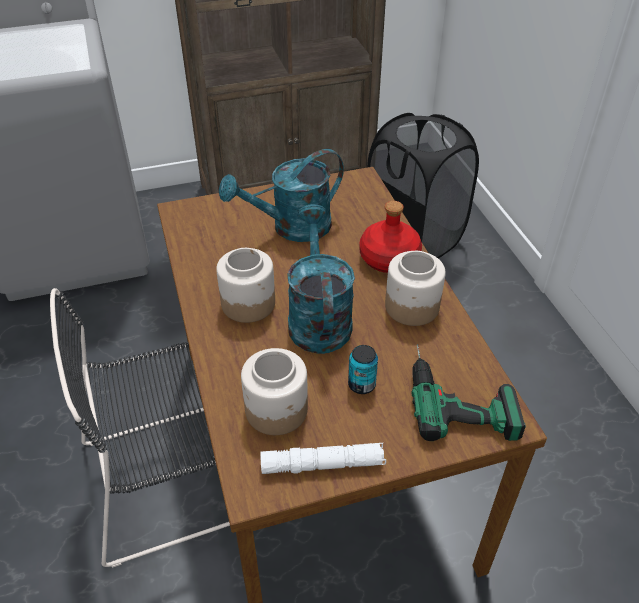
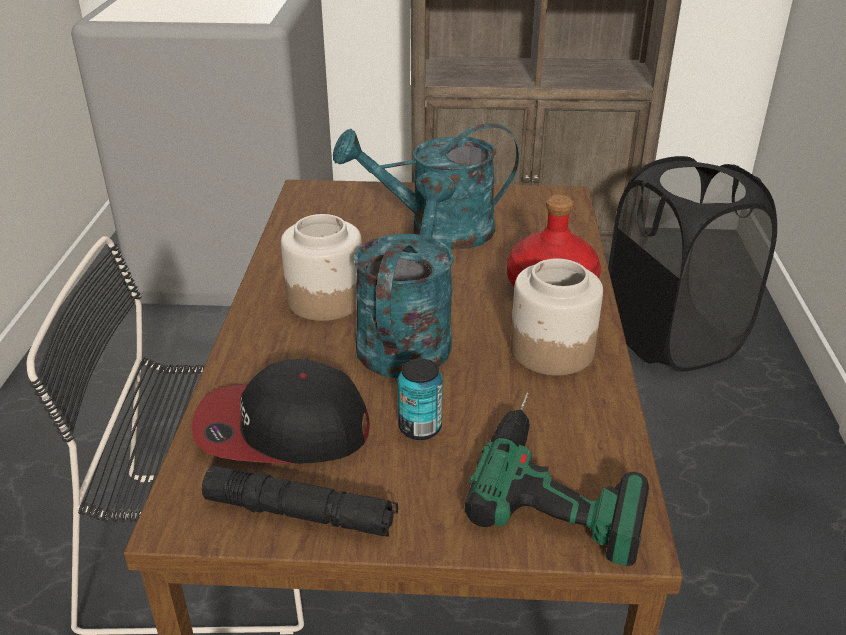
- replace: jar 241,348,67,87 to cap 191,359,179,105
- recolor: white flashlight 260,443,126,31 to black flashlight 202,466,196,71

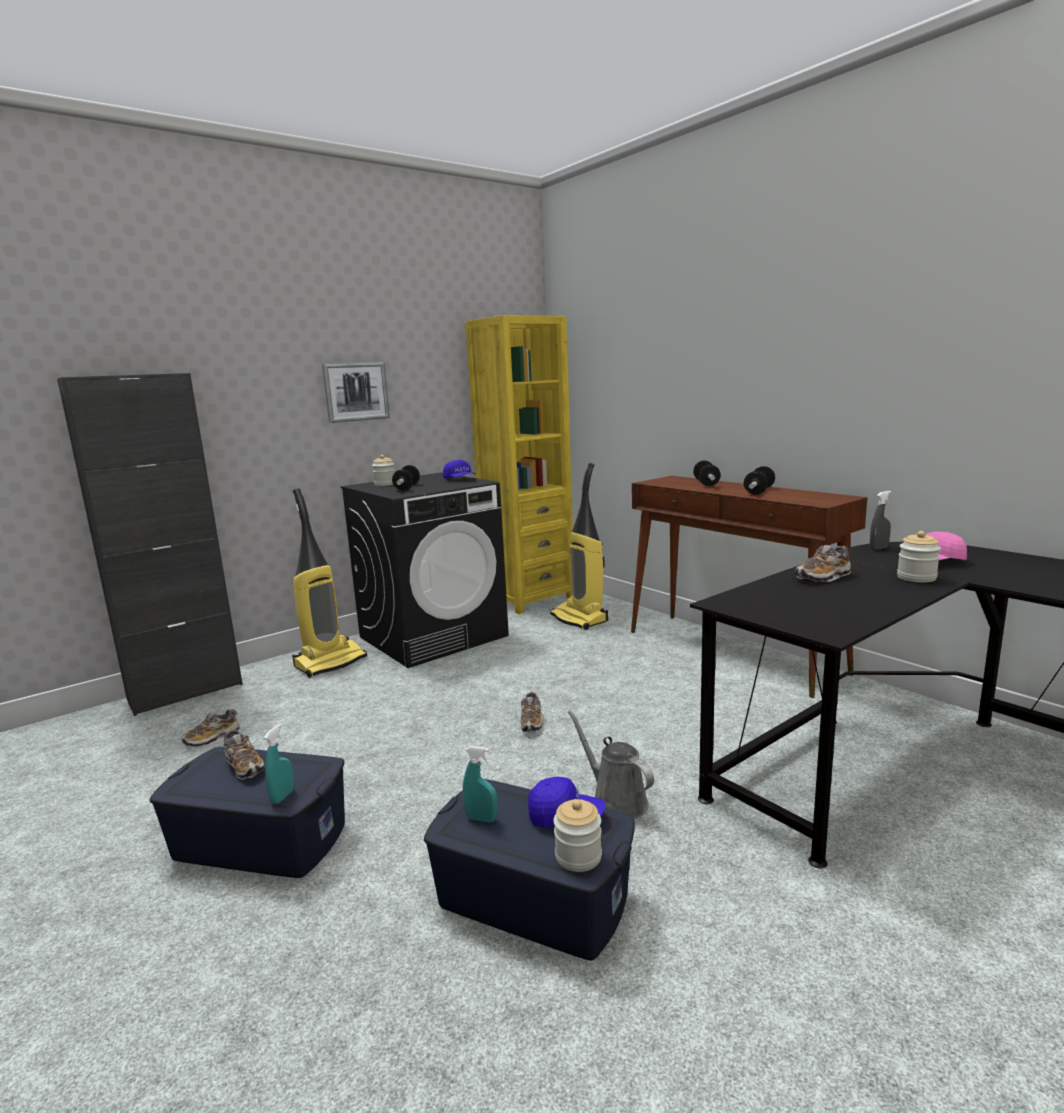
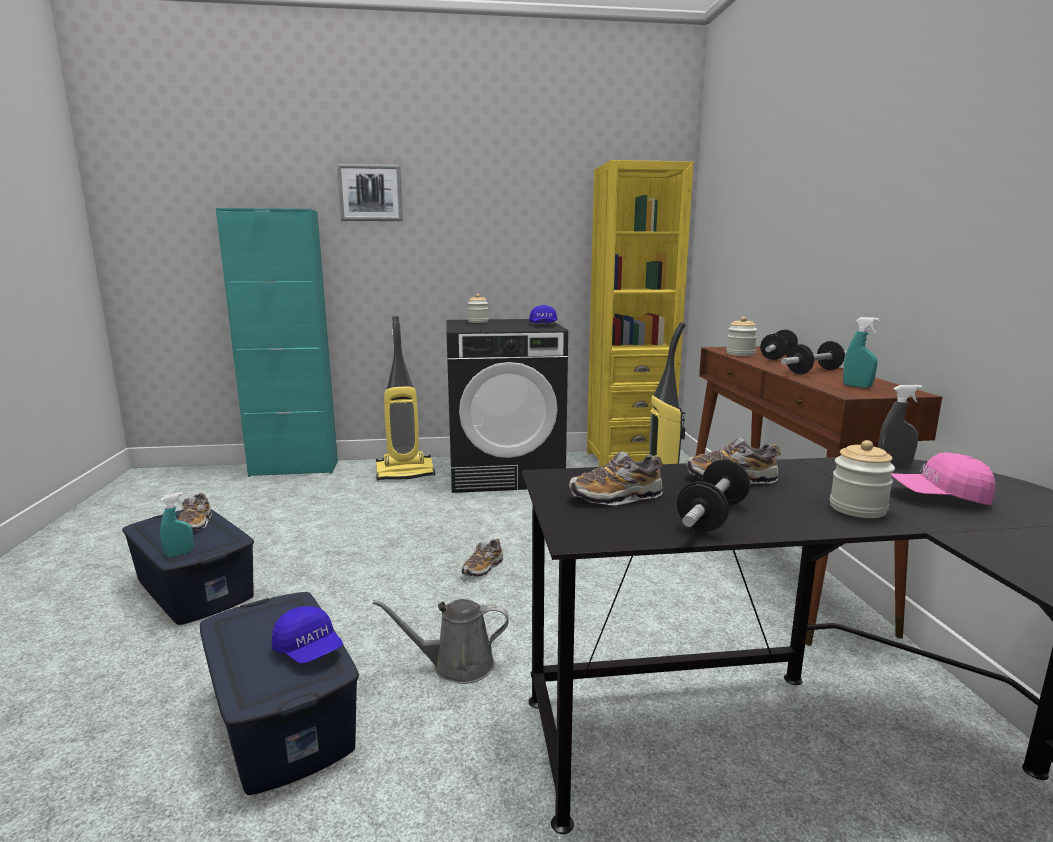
- move: picture 322,362,68,61 to 337,164,66,57
- recolor: black cabinet 57,373,186,343 to turquoise cabinet 216,208,122,269
- move: dumbbell 392,465,28,26 to 677,459,73,73
- move: shoe 181,709,59,38 to 569,452,94,53
- rotate: grey watering can 568,710,86,109 = 373,599,135,85 90 degrees counterclockwise
- move: turquoise spray bottle 463,746,34,76 to 843,317,37,71
- move: jar 553,799,49,73 to 726,317,31,39

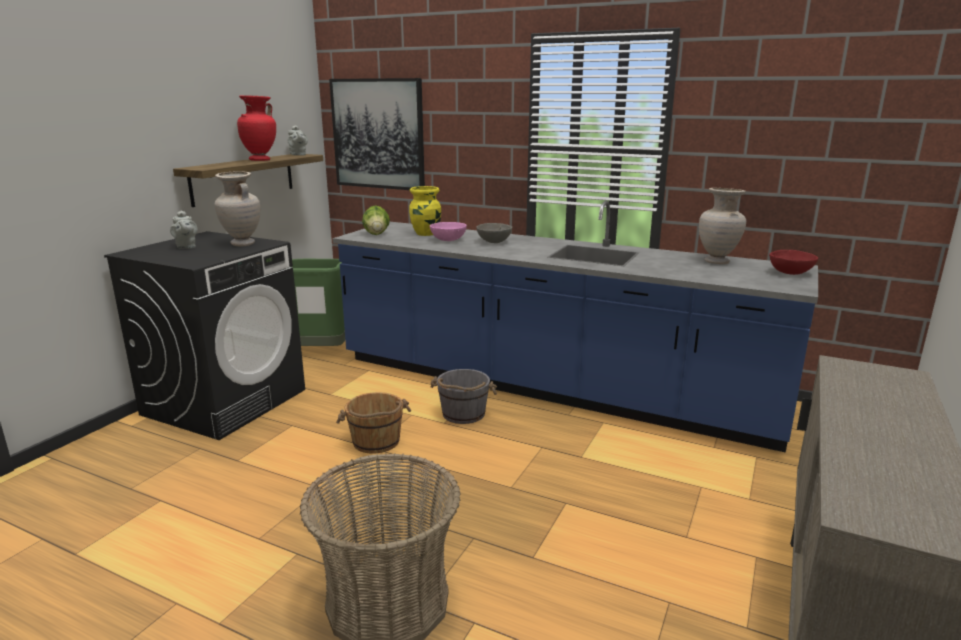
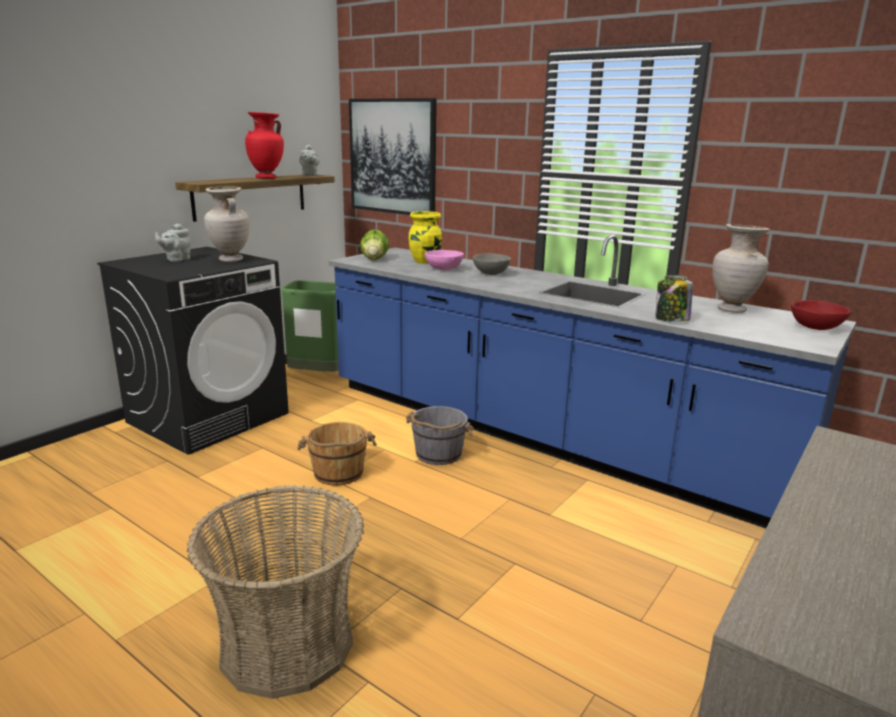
- rotate: grey teapot 170,210,27,38 = 155,224,36,38 45 degrees clockwise
- insert: jar 655,275,38,47

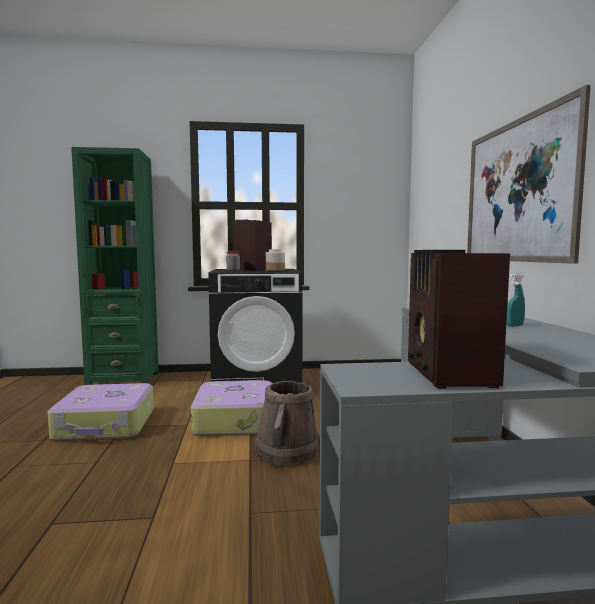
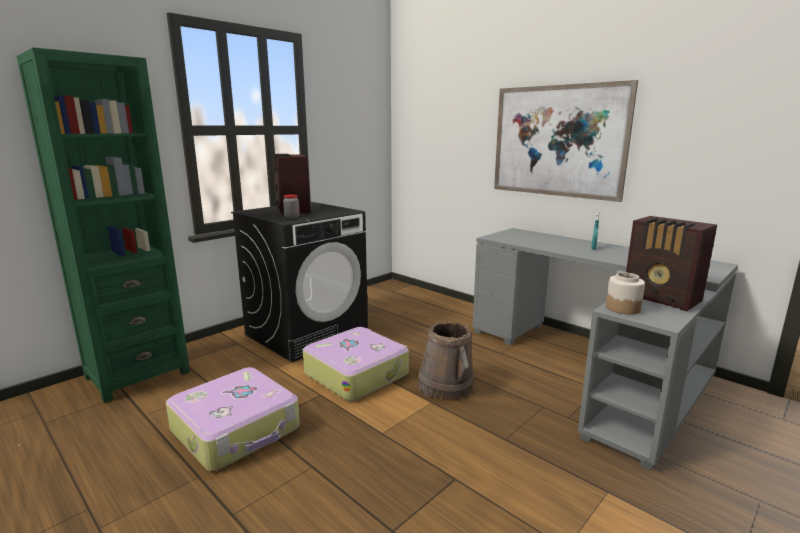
- move: jar 266,249,19,22 to 606,272,39,43

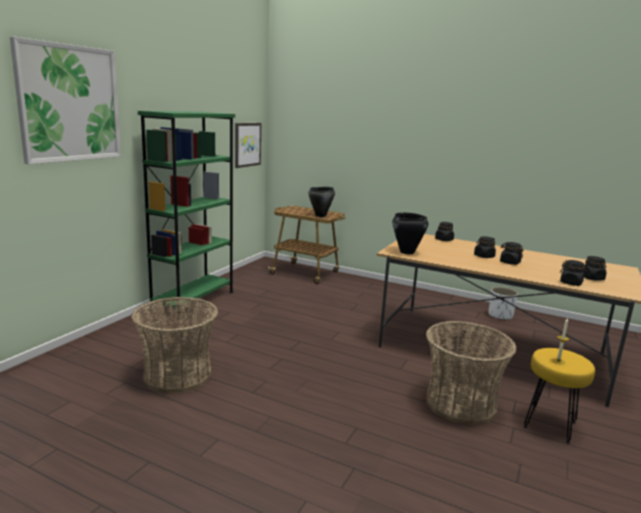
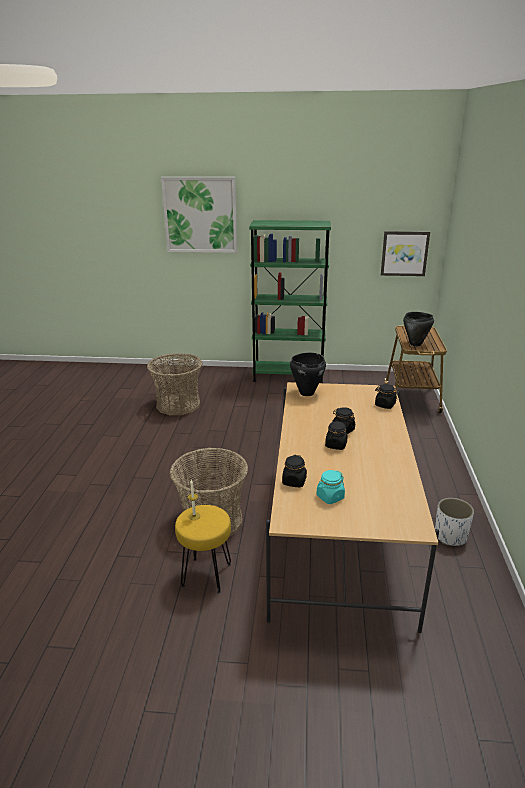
- recolor: black jar 584,256,23,25 to turquoise jar 316,470,29,34

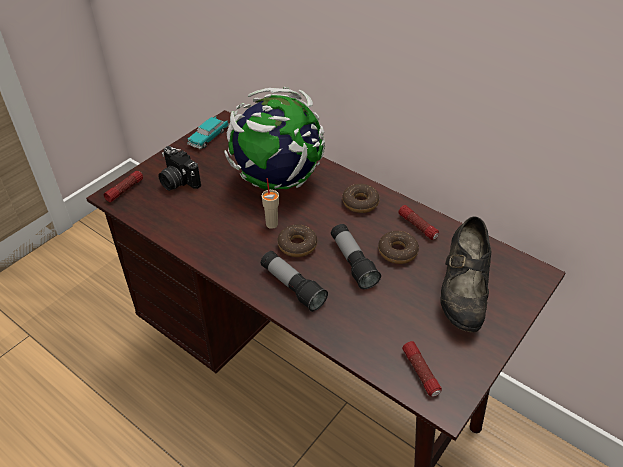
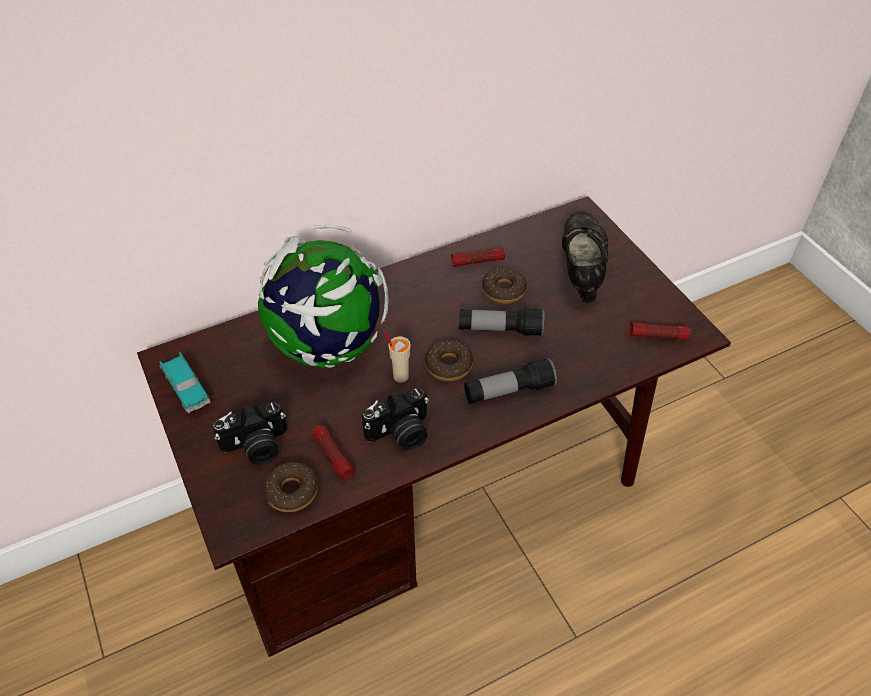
- move: flashlight 104,171,39,31 to 312,425,43,55
- move: donut 342,184,38,29 to 263,462,55,50
- rotate: black shoe 441,217,50,115 = 562,211,46,92 120 degrees counterclockwise
- insert: photo camera 362,388,67,62

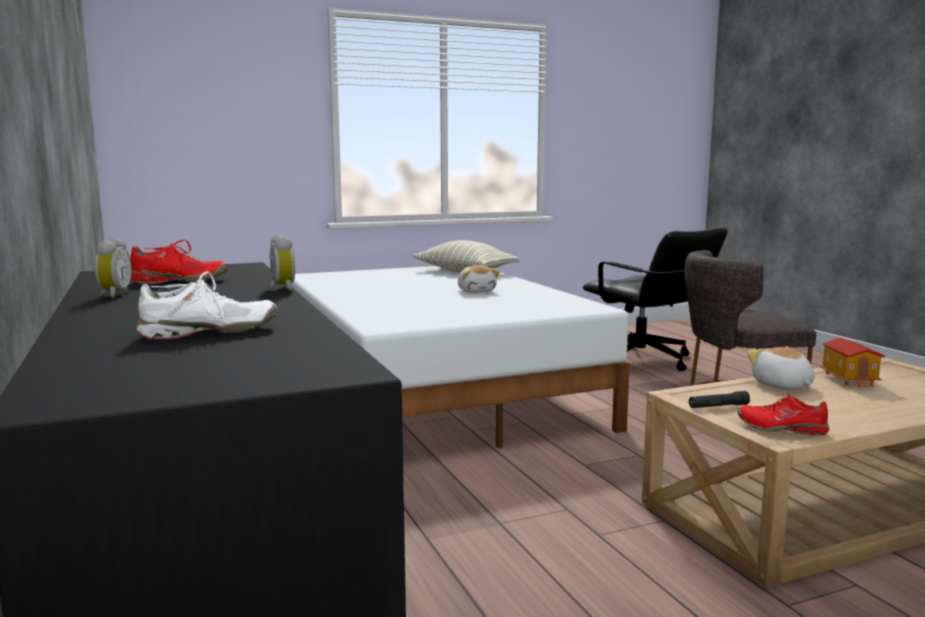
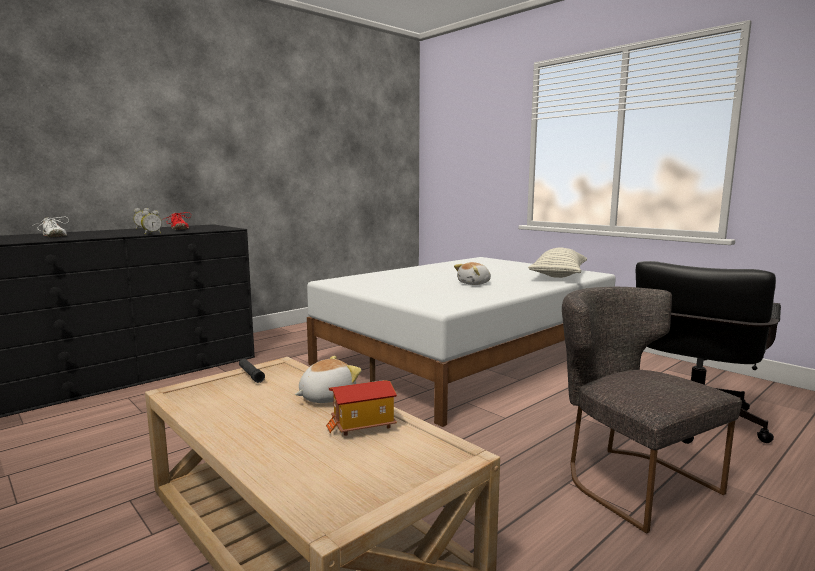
- delete: red shoe 738,395,91,41

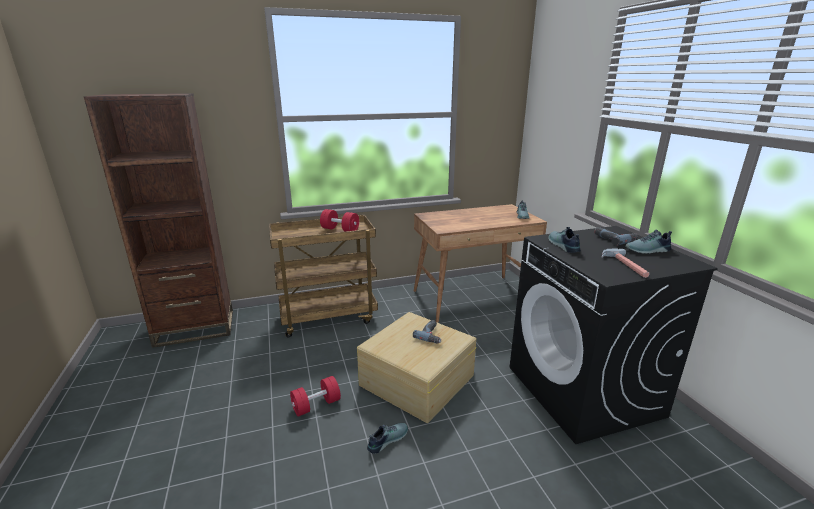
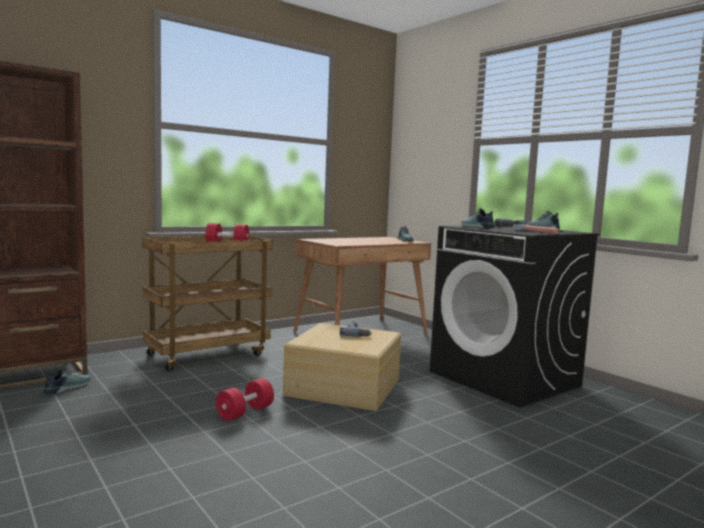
- move: shoe 367,423,41,31 to 43,368,48,26

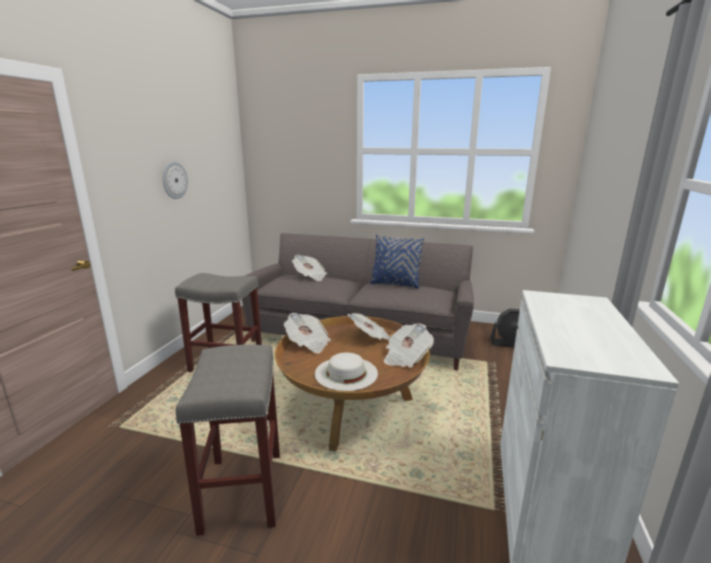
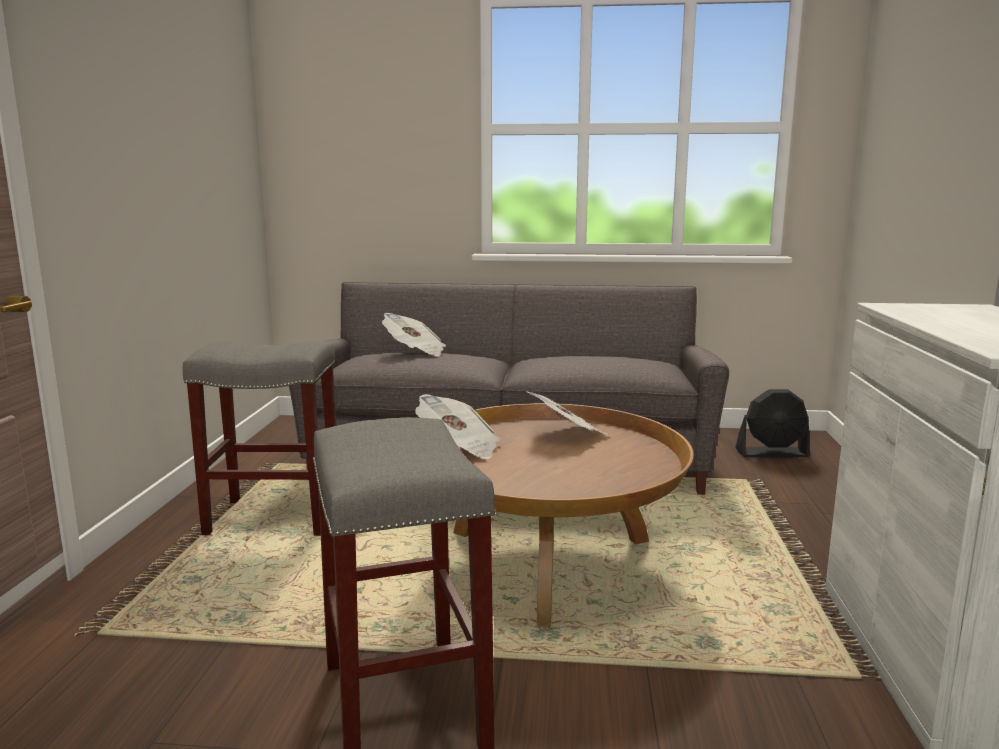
- delete: wall clock 162,161,26,38
- delete: blue pillow 370,234,55,54
- delete: newspaper 384,323,50,45
- delete: white hat 315,352,63,39

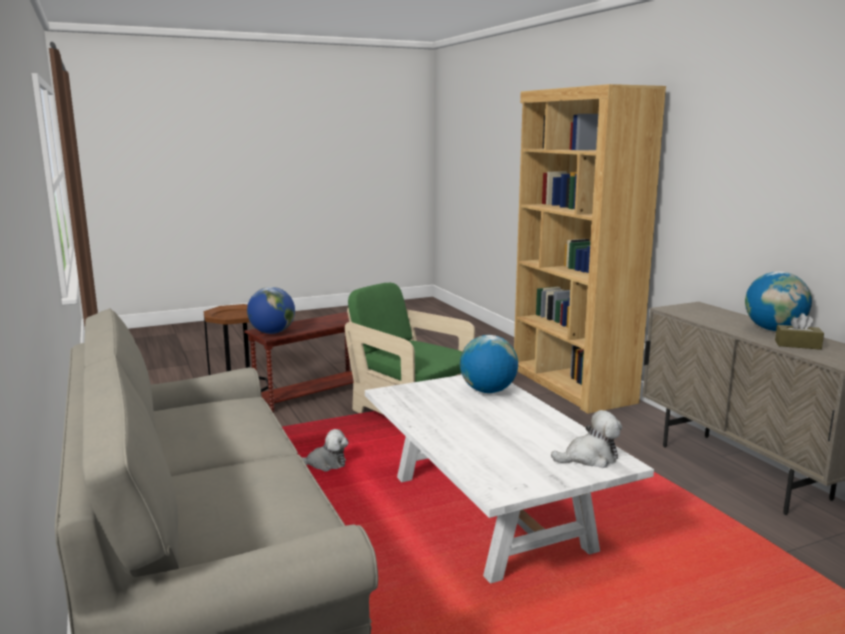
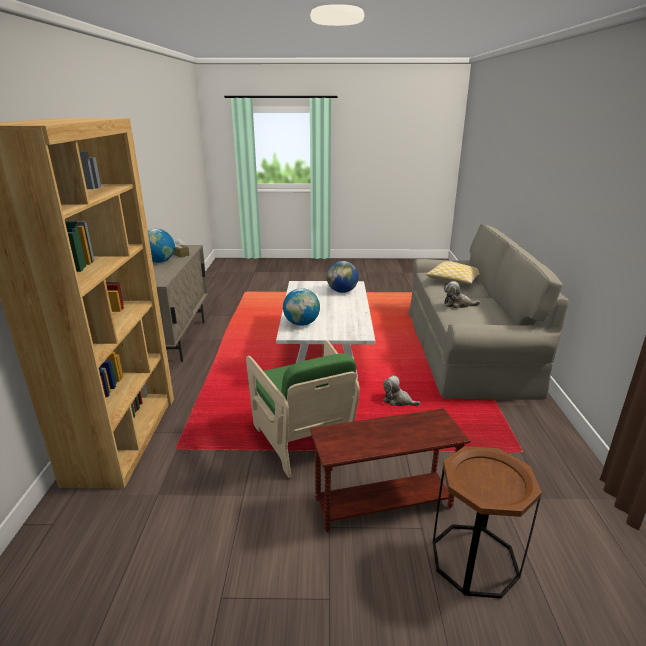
- move: globe 247,287,48,47 to 327,261,32,32
- move: plush toy 551,410,71,58 to 444,281,36,28
- insert: pillow 426,261,54,23

